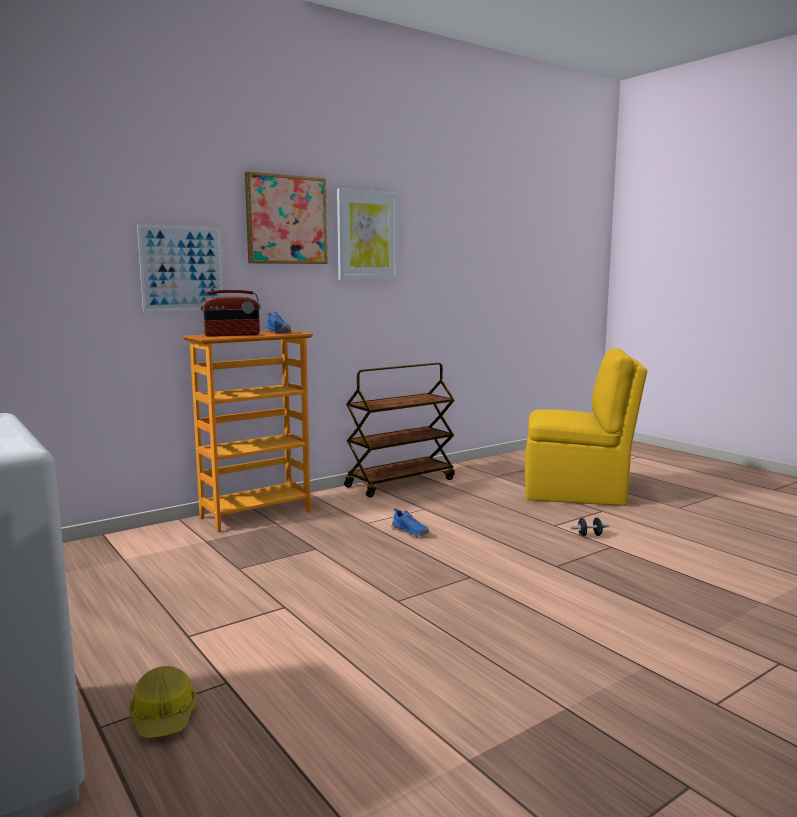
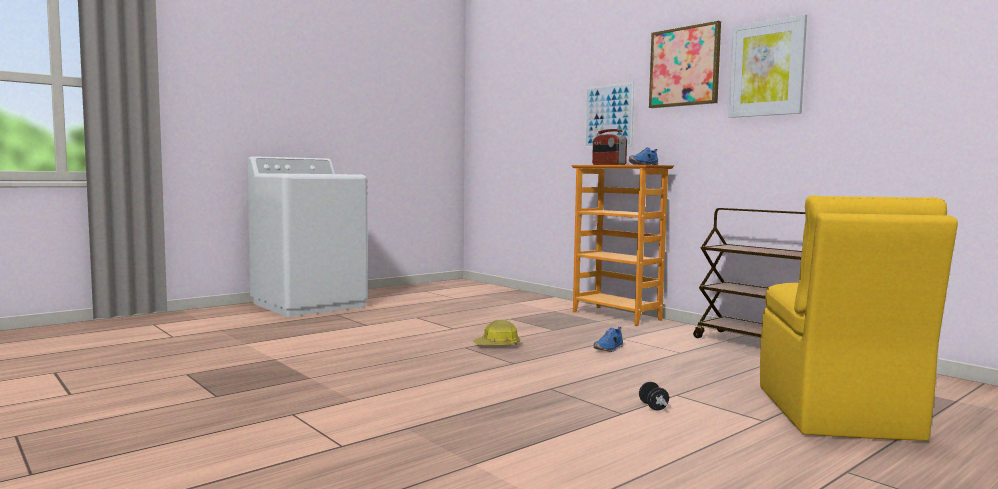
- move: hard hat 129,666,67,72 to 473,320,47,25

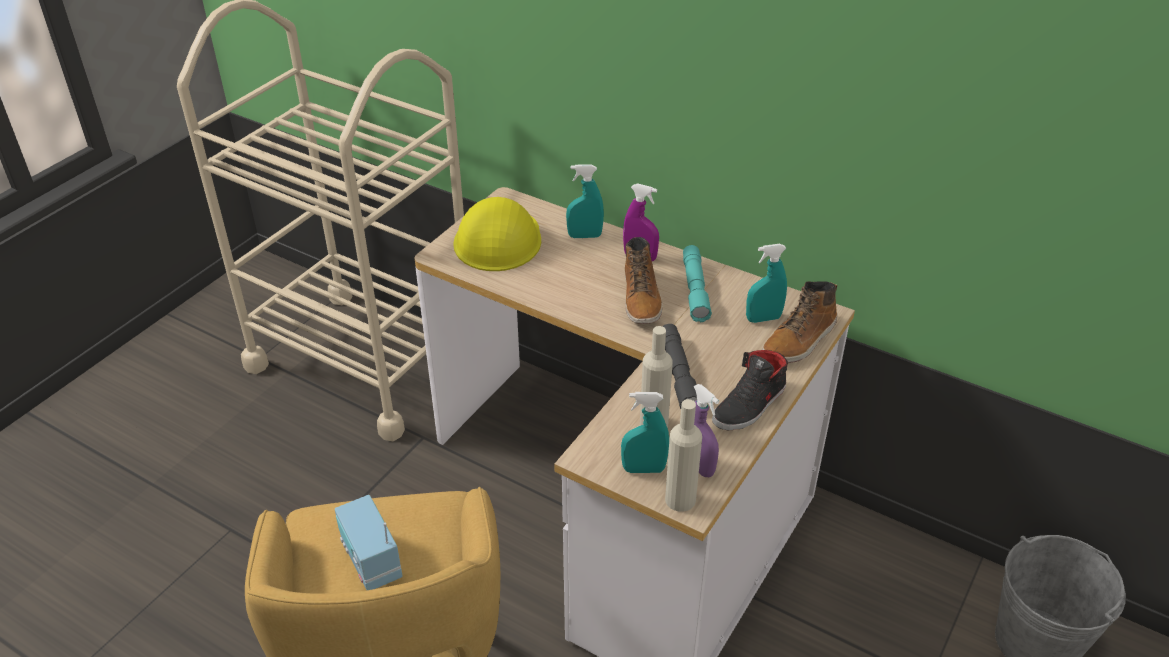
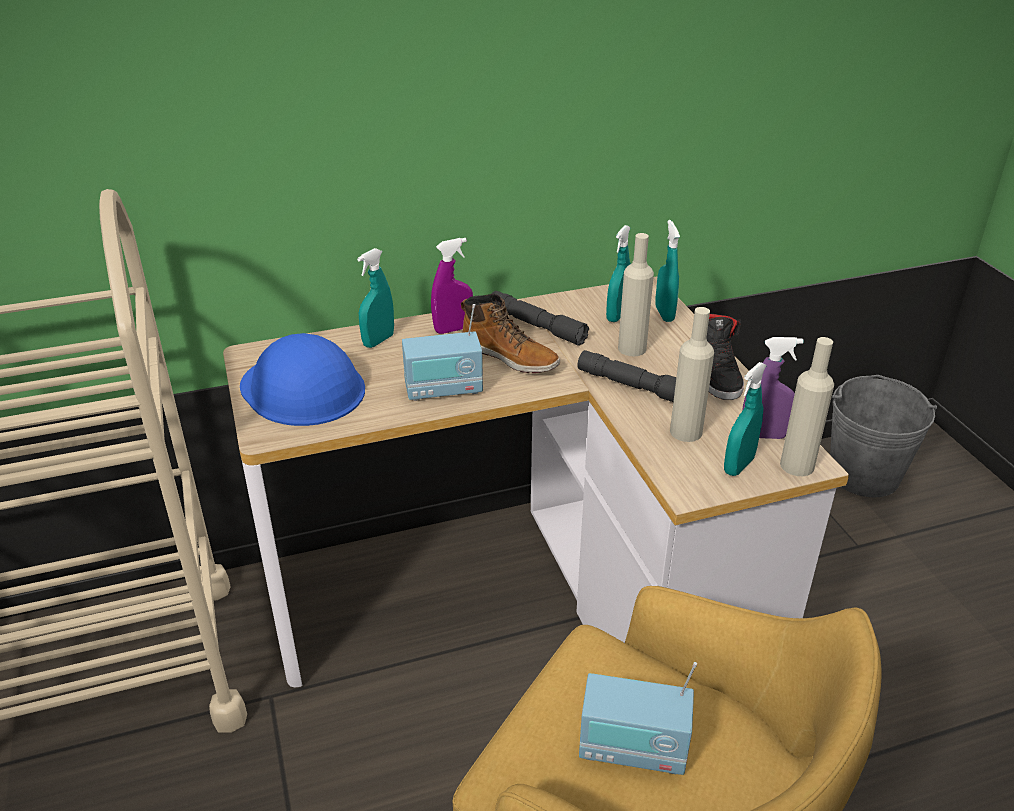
- recolor: yellow hard hat 453,197,88,74 to blue hard hat 240,333,125,93
- recolor: turquoise flashlight 683,245,29,77 to grey flashlight 491,291,98,55
- replace: boot 762,281,75,82 to turquoise spray bottle 655,220,25,102
- insert: beige bottle 618,233,36,123
- insert: radio 402,304,81,97

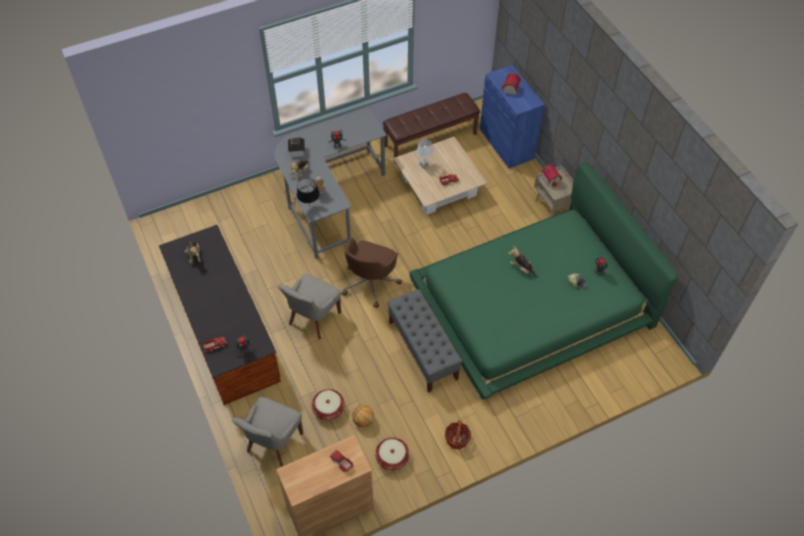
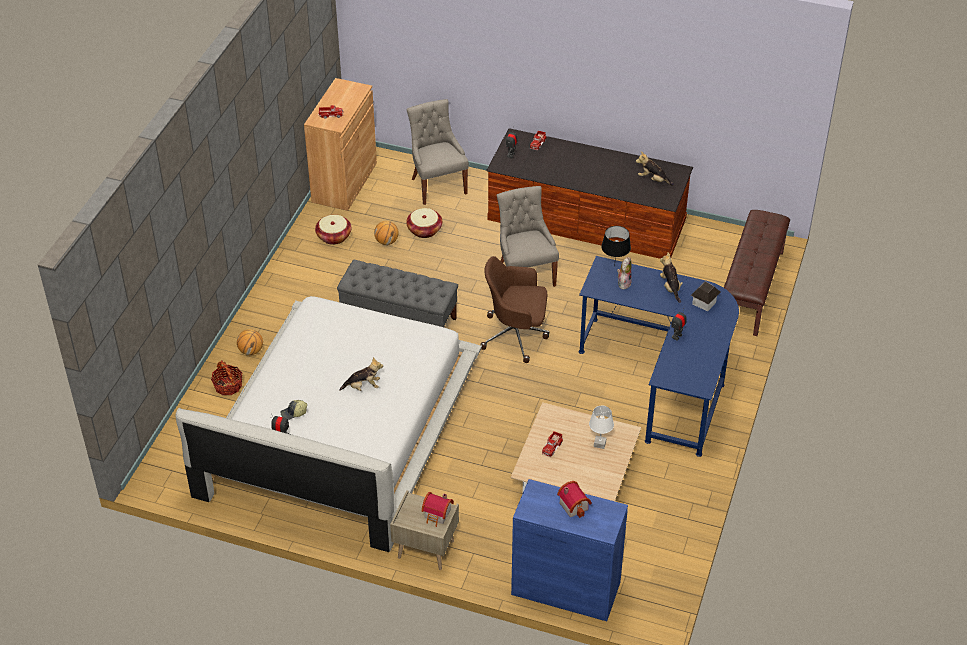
- move: brown bench 383,93,97,71 to 724,210,66,126
- recolor: grey desk 275,107,112,152 to blue desk 578,256,161,201
- recolor: green bed 409,163,269,237 to white bed 175,296,307,256
- rotate: brown office chair 342,238,60,70 = 481,256,68,107 60 degrees counterclockwise
- move: basket 445,420,26,30 to 211,360,31,35
- insert: basketball 237,329,26,26

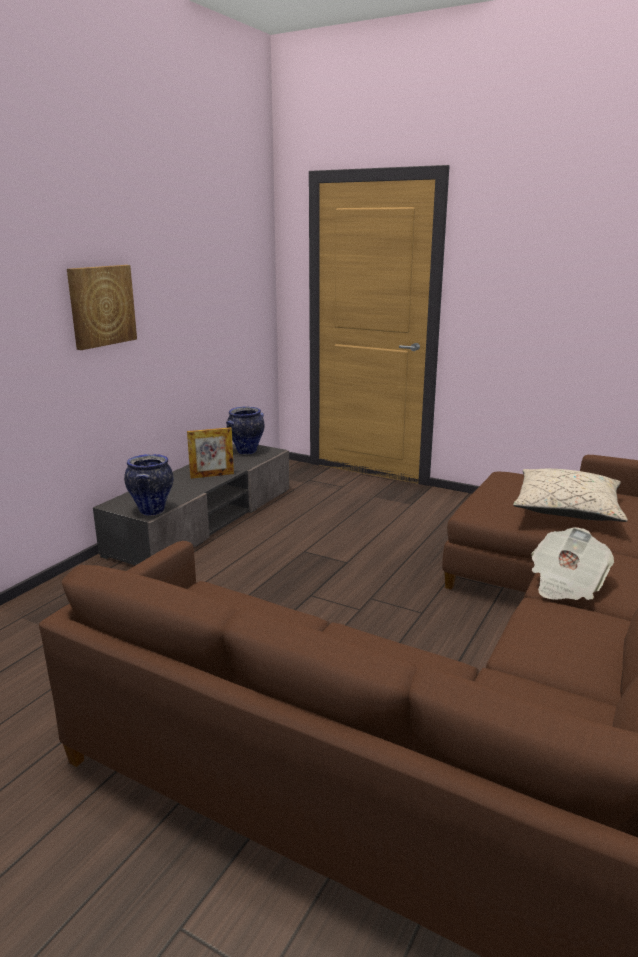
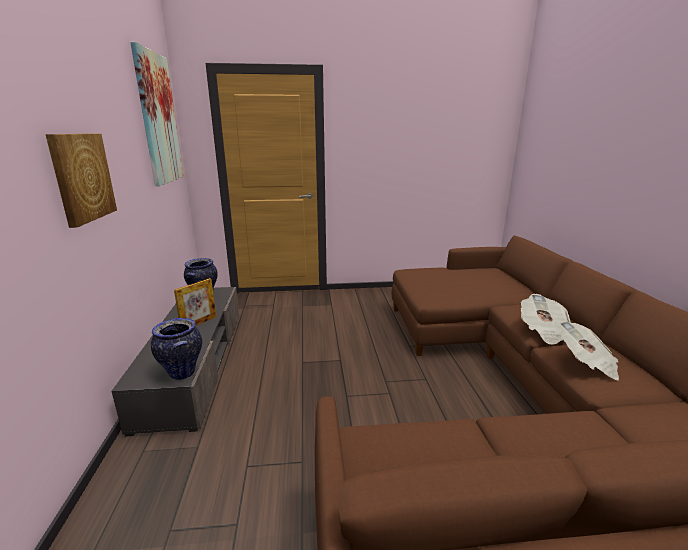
- delete: beige pillow 513,469,115,53
- insert: picture 130,42,54,144
- insert: newspaper 560,320,59,60

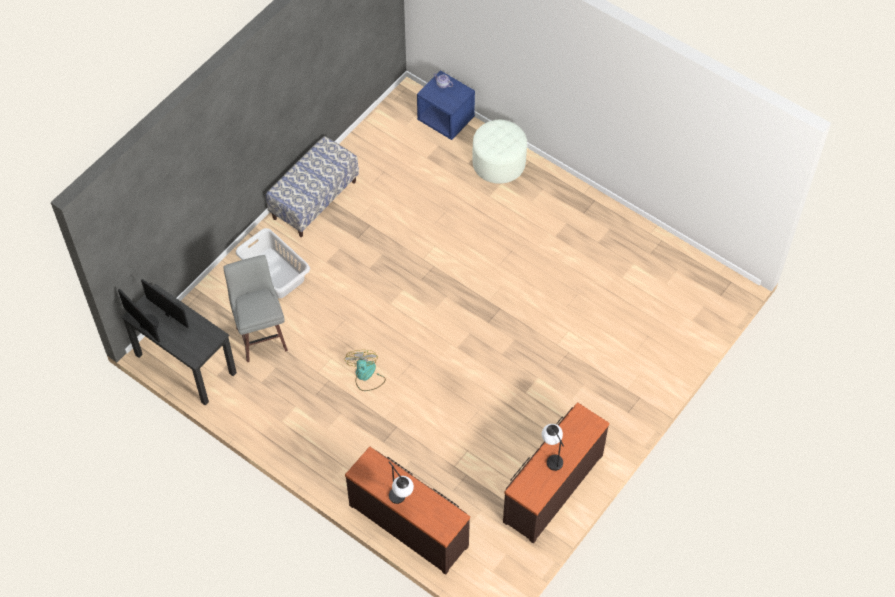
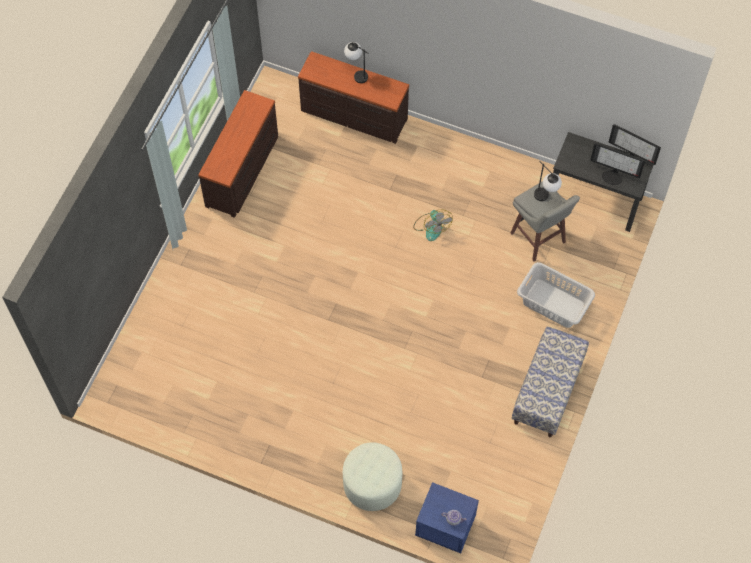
- move: table lamp 542,424,22,47 to 534,161,28,40

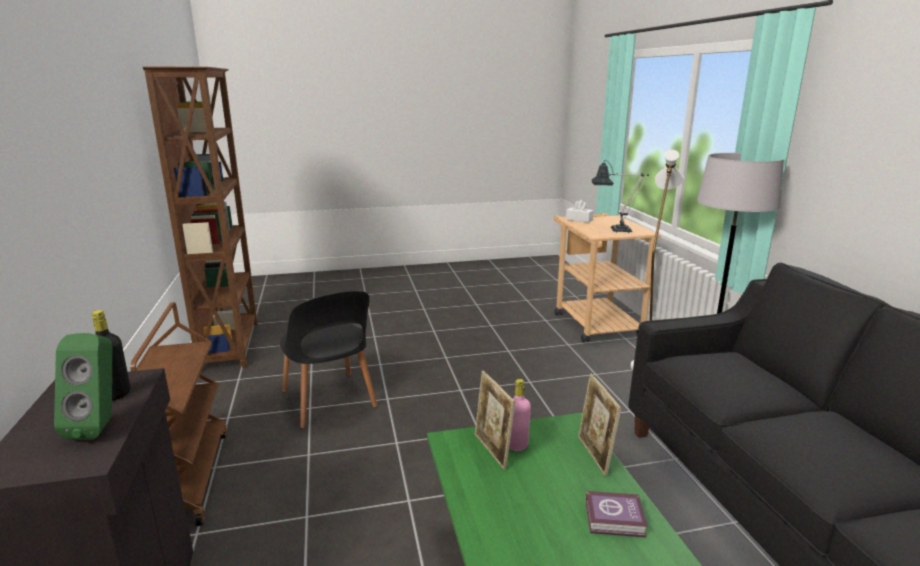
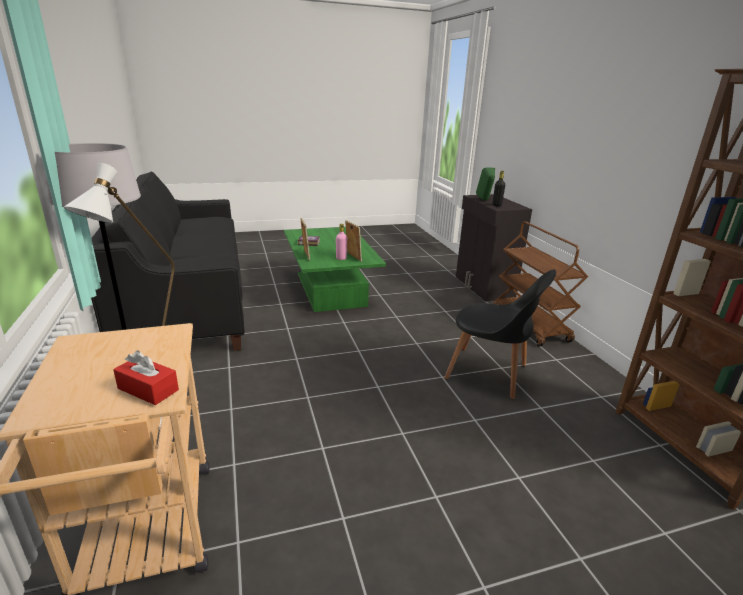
- delete: table lamp 591,160,58,73
- recolor: white tissue box 566,200,28,23 to red tissue box 113,350,66,55
- rotate: black chair 280,290,98,138 = 444,269,112,130 150 degrees clockwise

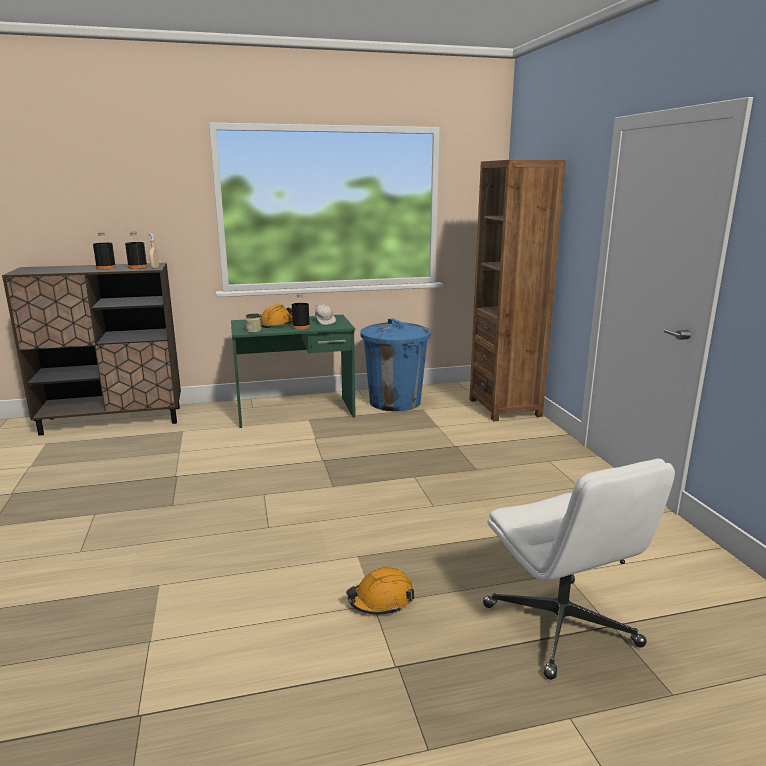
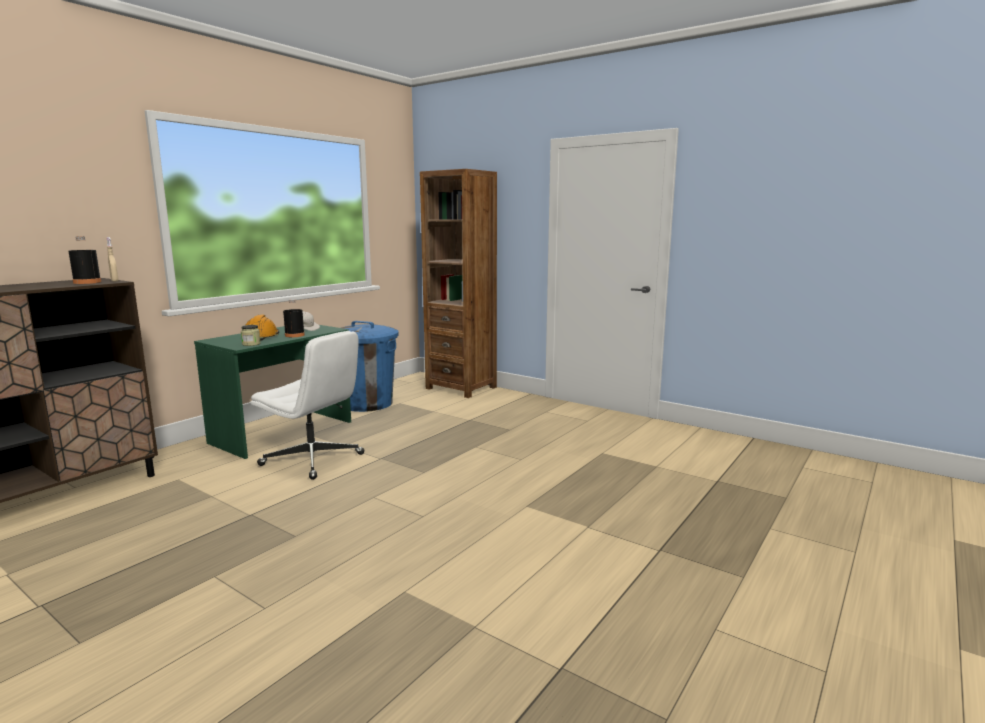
- delete: black bottle 93,232,23,38
- move: white office chair 483,458,192,222 to 250,331,114,149
- delete: orange hard hat 346,567,68,47

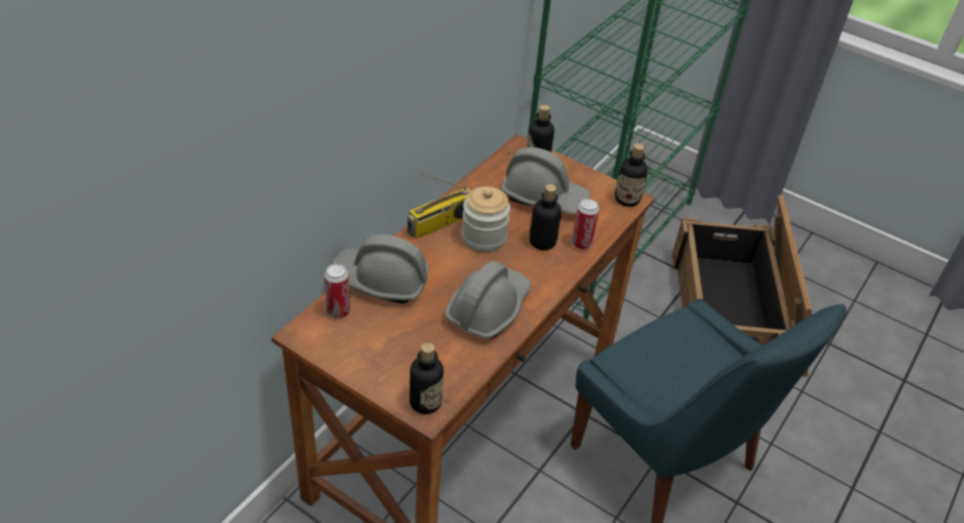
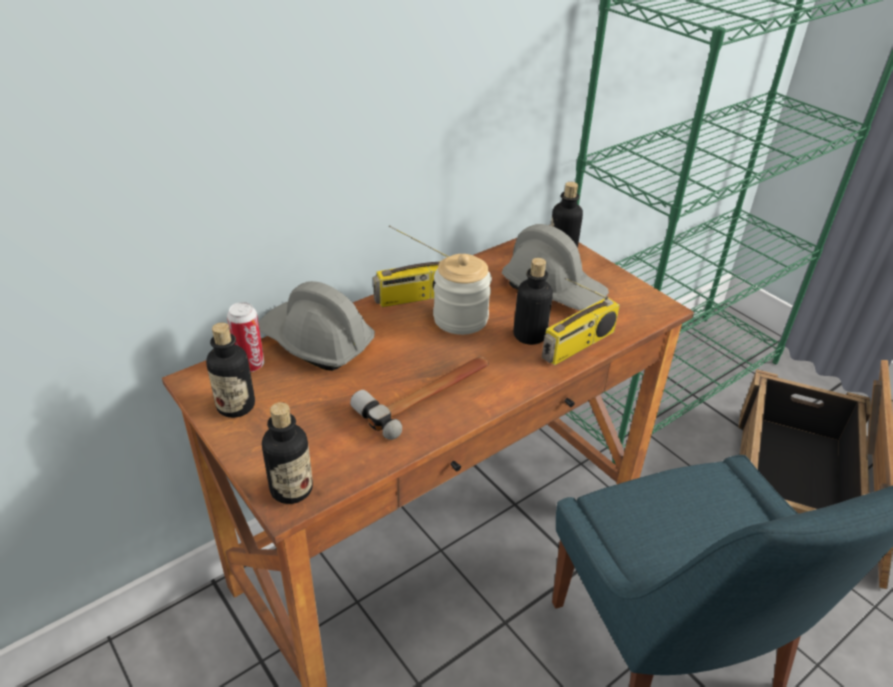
- move: bottle 615,143,33,64 to 206,323,49,95
- replace: can 572,198,27,51 to radio 542,278,78,87
- replace: grey hard hat 445,261,87,78 to hammer 350,356,139,84

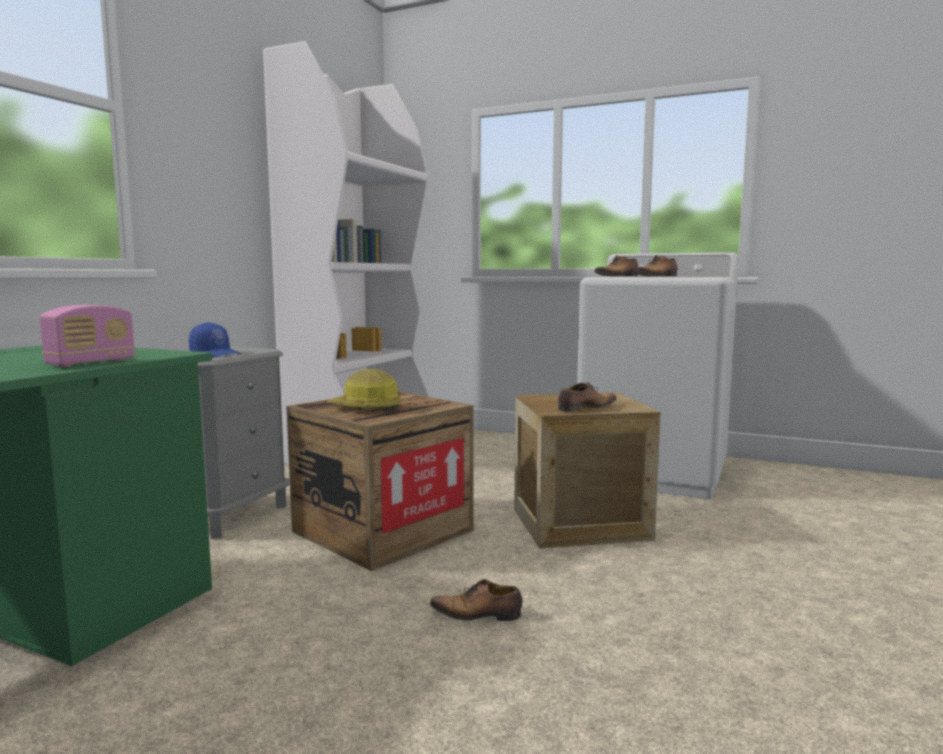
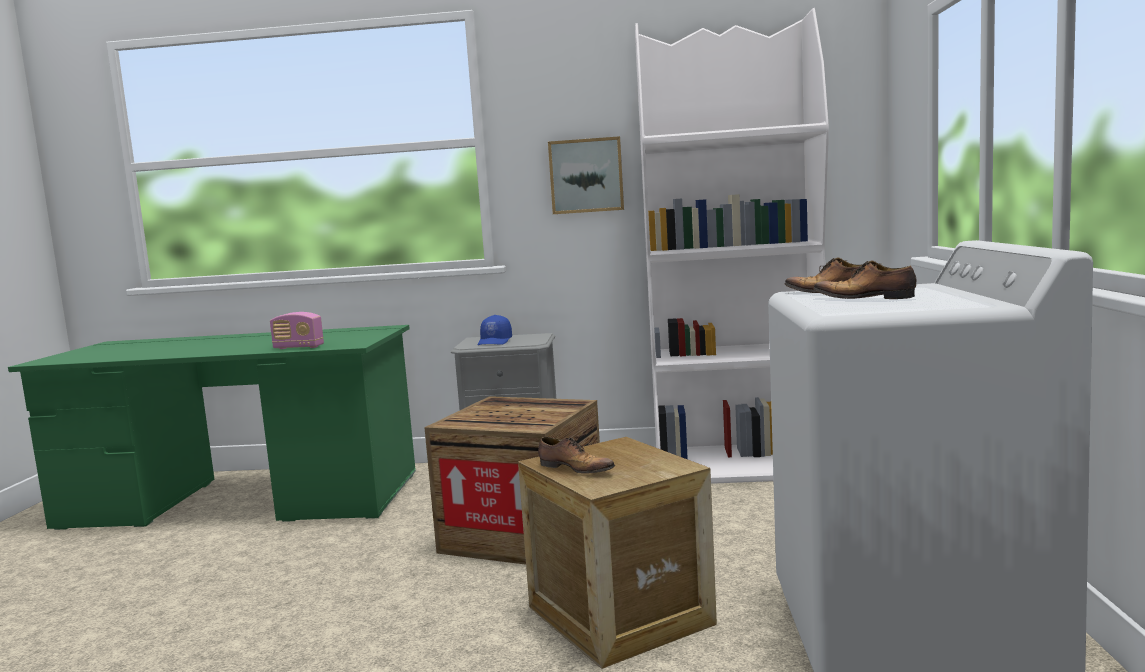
- delete: hard hat 327,369,75,43
- delete: shoe 430,579,92,42
- insert: picture 548,136,76,78

